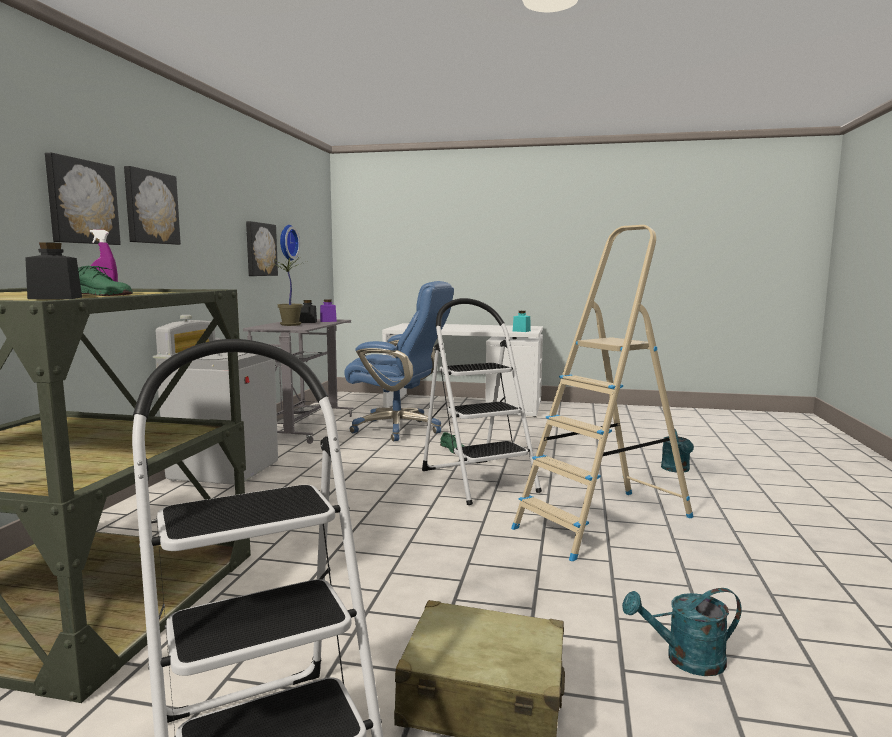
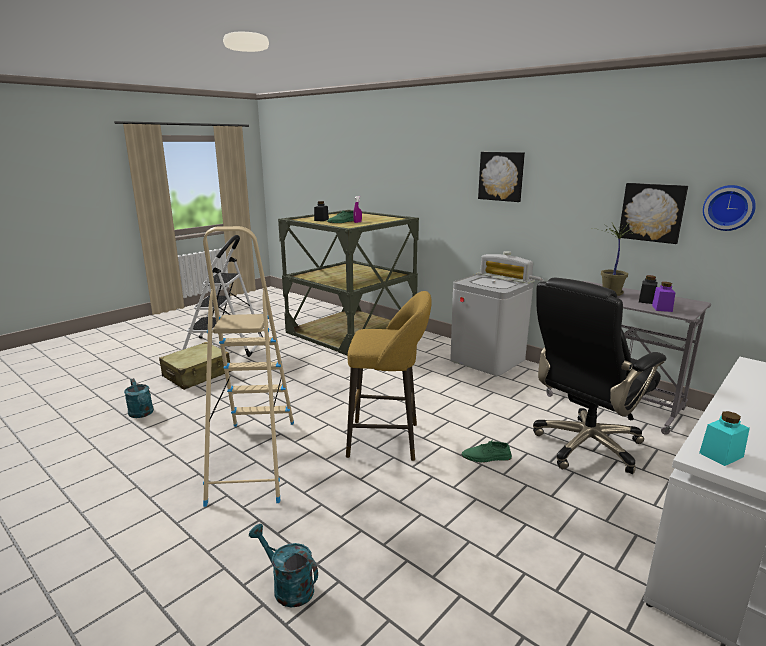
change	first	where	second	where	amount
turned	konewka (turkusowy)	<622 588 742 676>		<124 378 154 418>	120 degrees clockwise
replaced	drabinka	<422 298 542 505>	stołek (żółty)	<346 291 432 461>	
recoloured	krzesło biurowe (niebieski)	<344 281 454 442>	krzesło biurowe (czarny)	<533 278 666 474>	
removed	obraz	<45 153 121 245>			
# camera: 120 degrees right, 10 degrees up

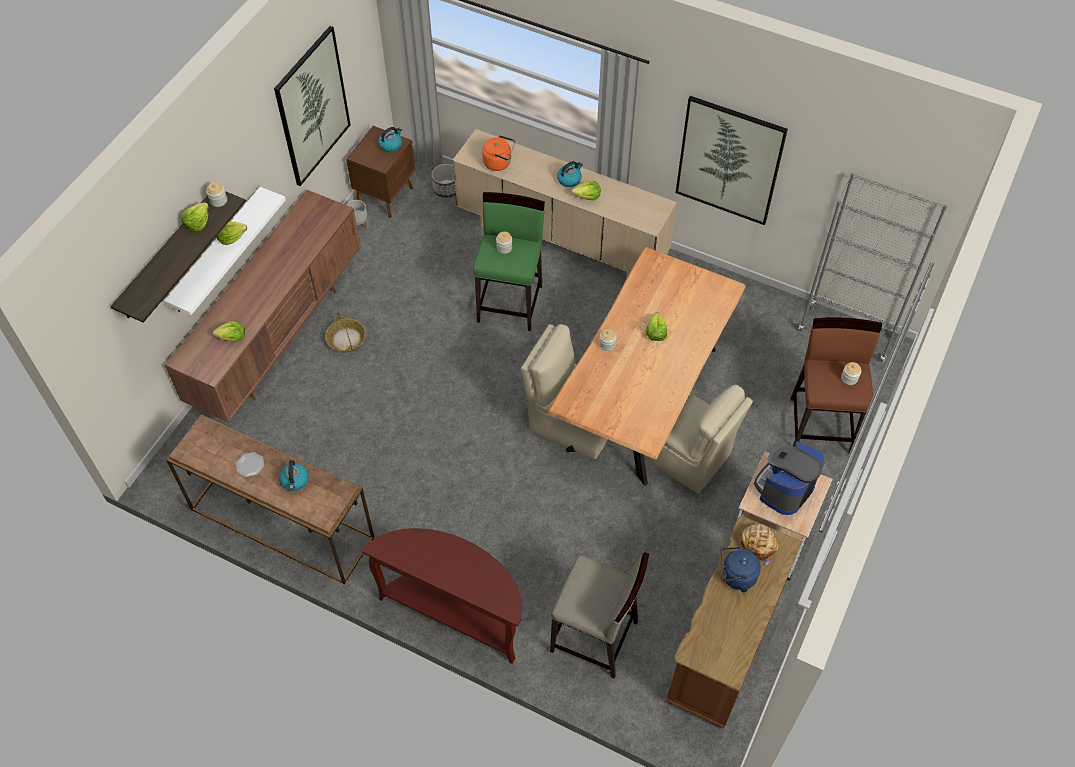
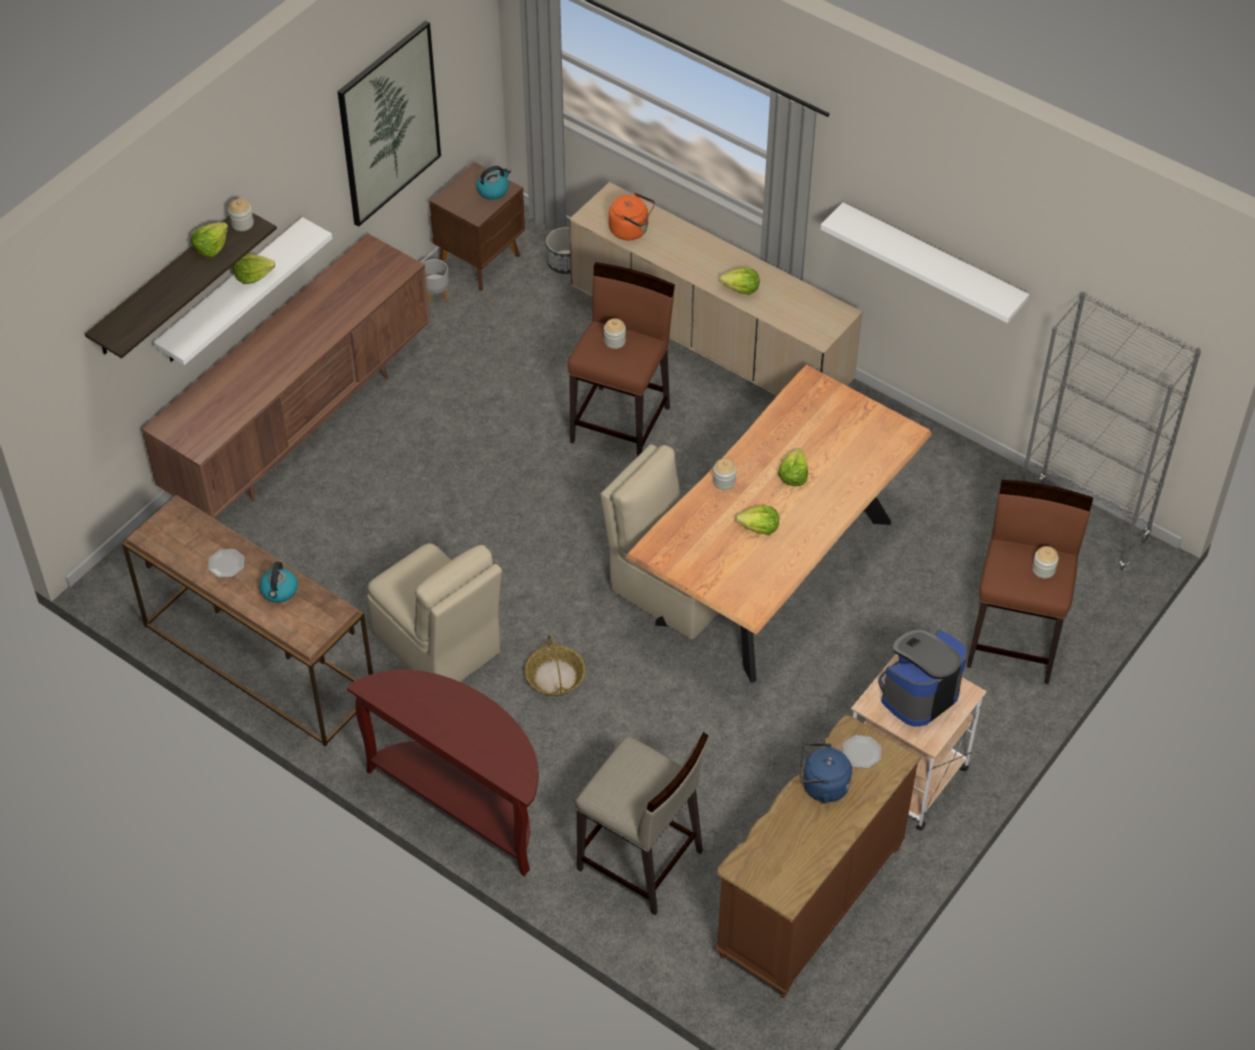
change	first	where	second	where	amount
moved	krzesło (beżowy)	<644 385 753 494>		<367 543 502 682>	
moved	koszyk	<325 312 366 352>		<525 635 585 696>	
recoloured	stołek (zielony)	<473 192 545 331>	stołek (brązowy)	<568 262 675 457>	
moved	sałata	<213 321 245 342>		<736 506 779 535>	
replaced	obraz	<676 96 788 225>	półka (biały)	<821 202 1029 323>	
replaced	chleb	<740 524 779 565>	talerz	<843 735 881 769>	
removed	czajnik	<557 161 583 187>			
# camera: 10 degrees right, 5 degrees down

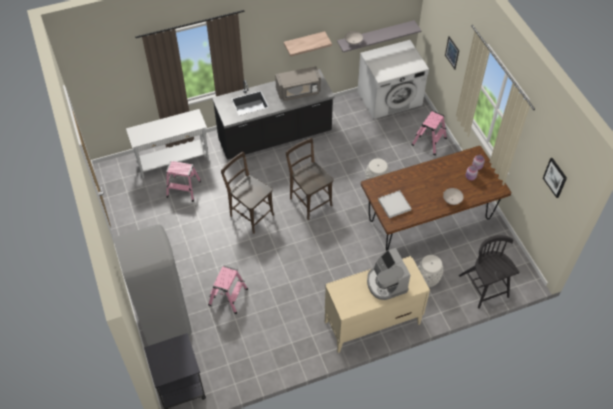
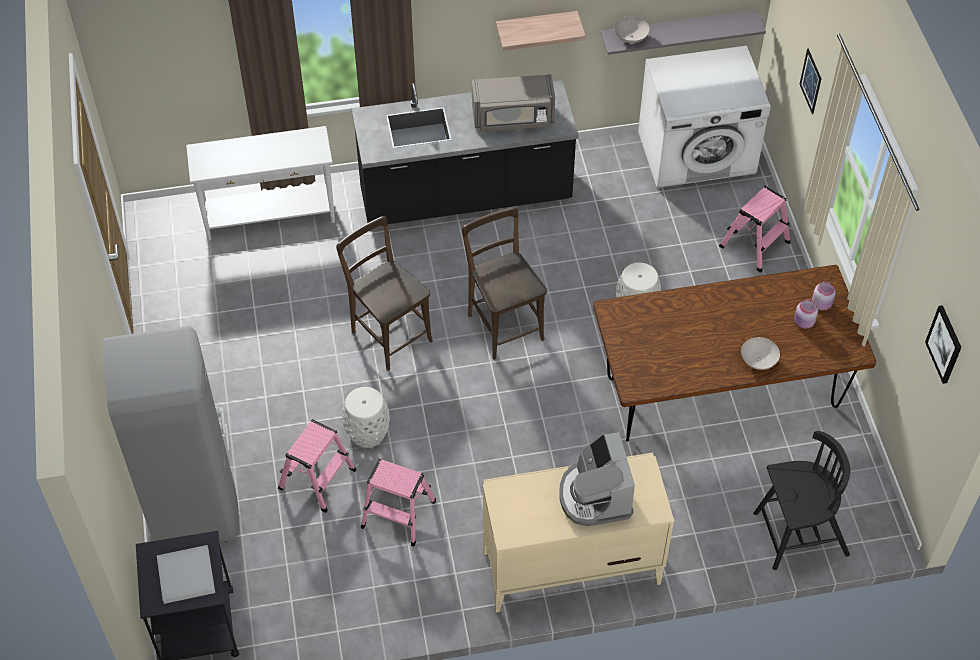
change	first	where	second	where	amount
moved	taca (biały)	<378 190 411 218>		<157 545 215 604>	
moved	stołek (biały)	<418 255 443 287>		<342 387 390 448>	
moved	drabinka (różowy)	<166 161 201 202>		<361 458 436 547>	
turned	krzesło (czarny)	<459 235 519 309>		<753 431 850 570>	90 degrees clockwise
# camera: 10 degrees right, 0 degrees up

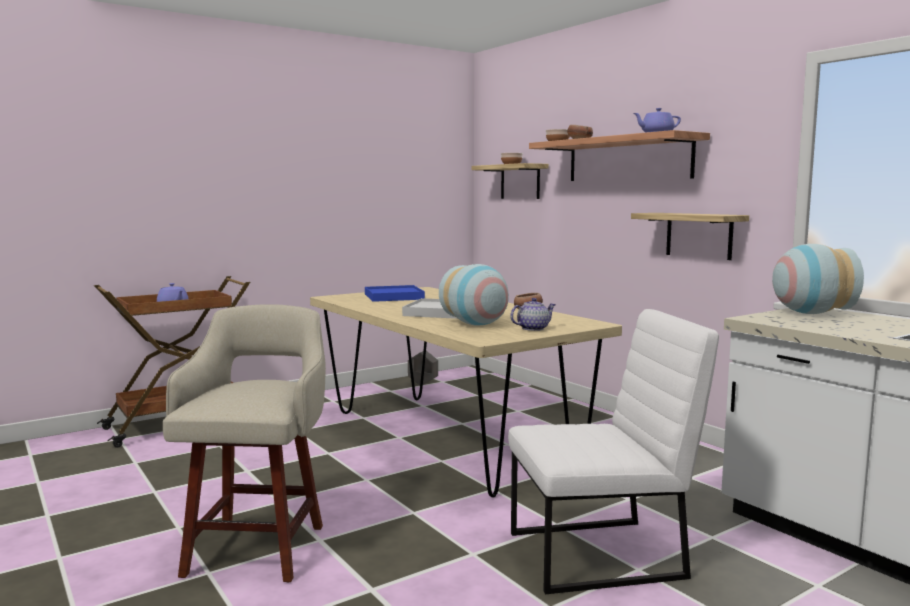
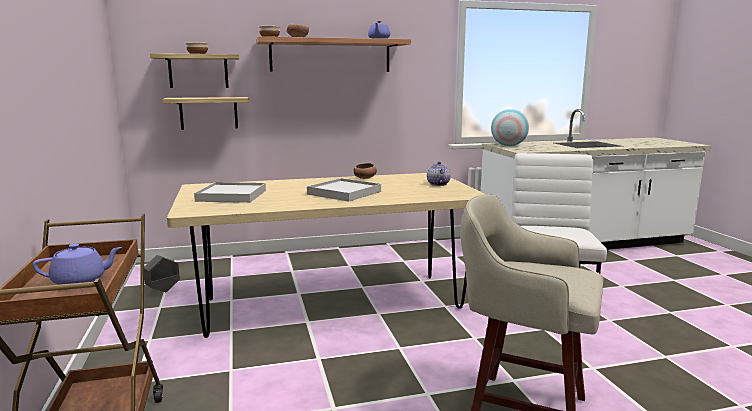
change	first	where	second	where	amount
moved	półka	<631 213 749 260>		<162 97 249 130>	
recoloured	taca (niebieski)	<365 285 425 302>	taca (biały)	<194 182 266 203>	
removed	wazon	<439 264 509 326>			
# camera: 70 degrees left, 5 degrees up

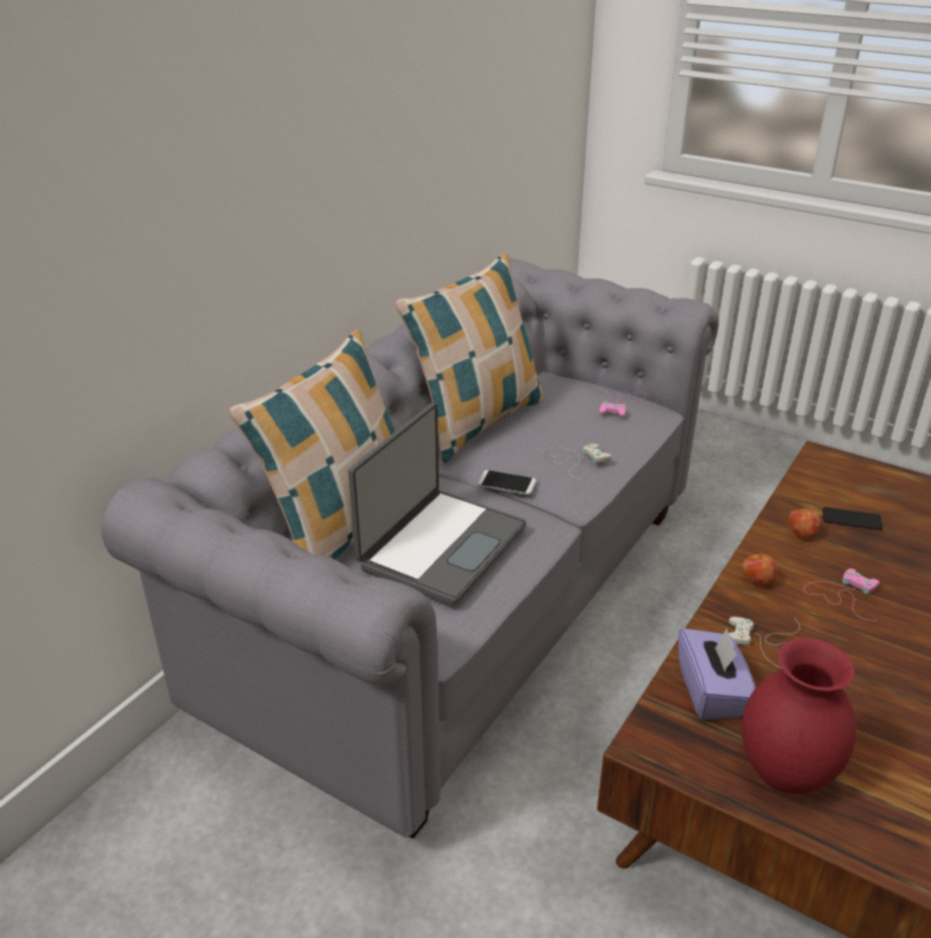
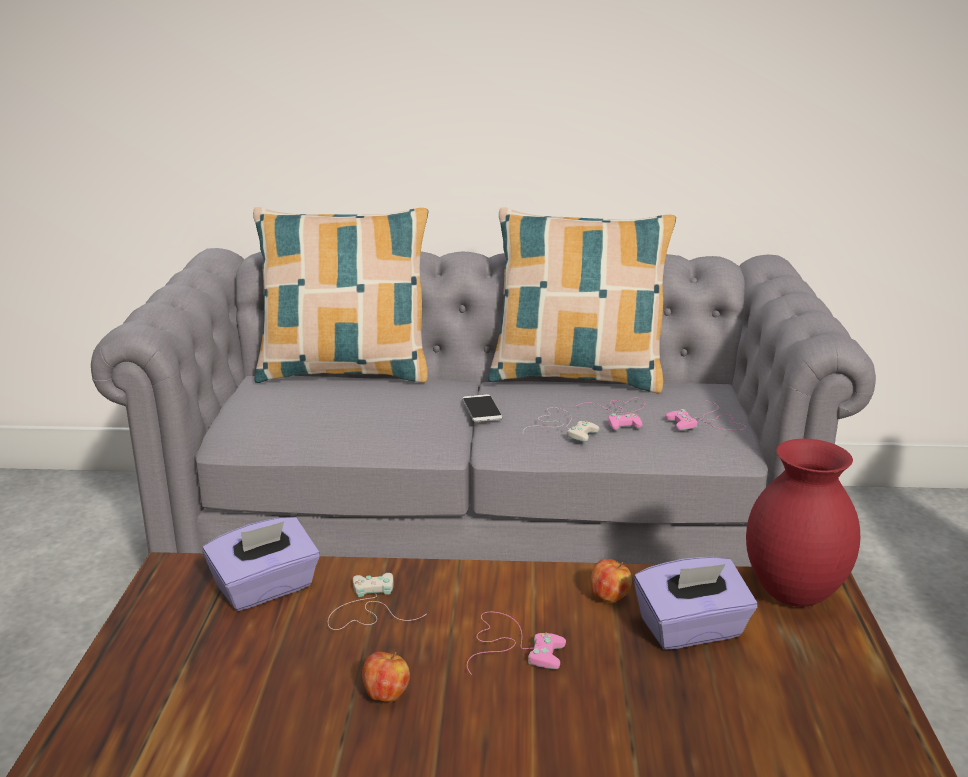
change	first	where	second	where	amount
moved	jabłko	<742 551 777 586>		<362 652 410 702>	
added			pad do gier (różowy)	<577 398 645 430>	
replaced	telefon	<823 507 883 530>	pudełko chusteczek (fioletowy)	<634 557 757 650>	
moved	wazon (czerwony)	<742 638 856 794>		<746 439 860 607>	
removed	laptop	<348 403 527 606>			
# camera: 60 degrees right, 10 degrees down

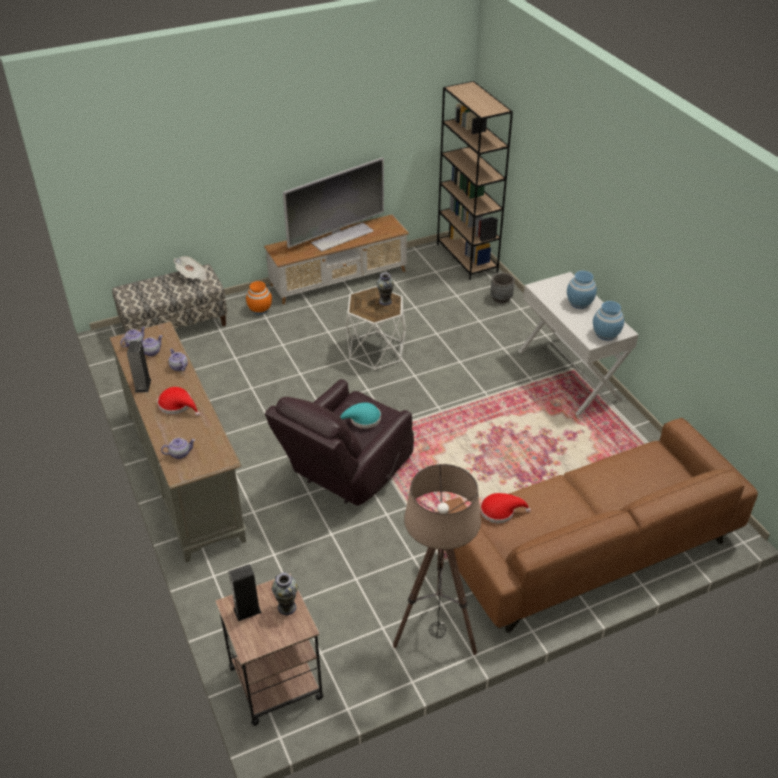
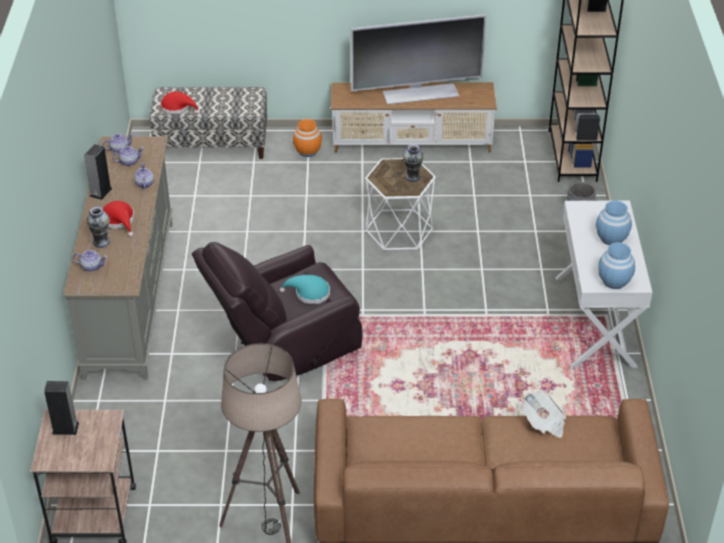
change	first	where	second	where	amount
moved	wazon	<272 573 298 615>		<87 206 110 248>	
moved	kapelusz (czerwony)	<480 493 531 524>		<160 91 200 115>	
moved	gazeta	<174 256 207 281>		<523 391 566 438>	
# camera: 25 degrees right, 0 degrees up

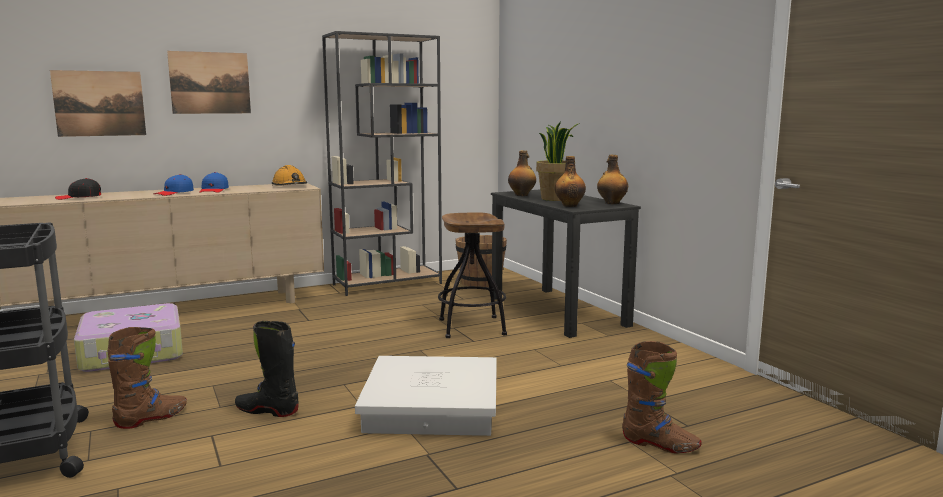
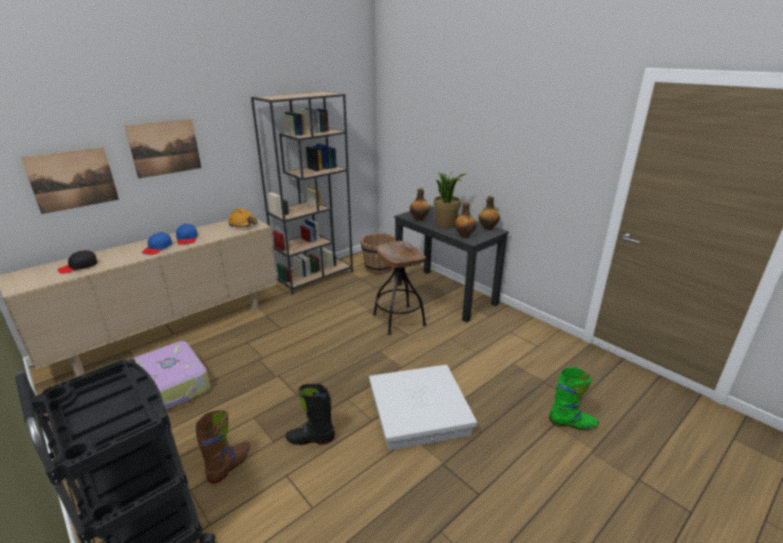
change	first	where	second	where	amount
recoloured	but z cholewką (brązowy)	<622 341 701 453>	but z cholewką (zielony)	<549 367 599 430>	
# camera: 15 degrees left, 15 degrees up

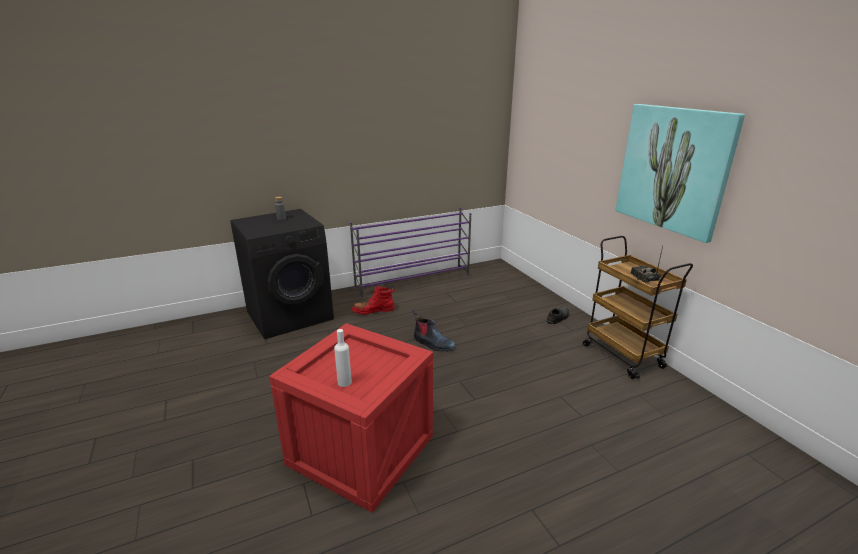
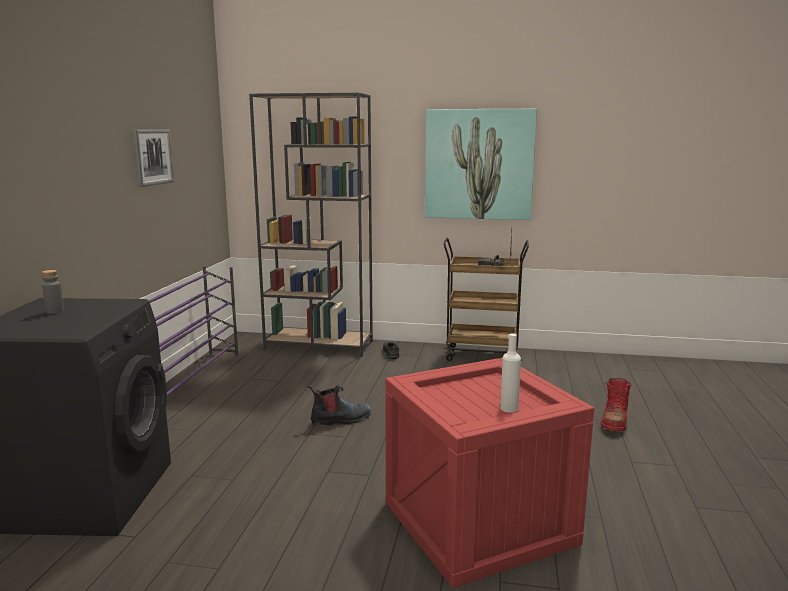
change	first	where	second	where	amount
added			obraz	<132 129 174 187>	
added			regał	<249 93 373 357>	
moved	but z cholewką (czerwony)	<352 284 395 315>		<600 378 632 431>	
# camera: 55 degrees left, 10 degrees down

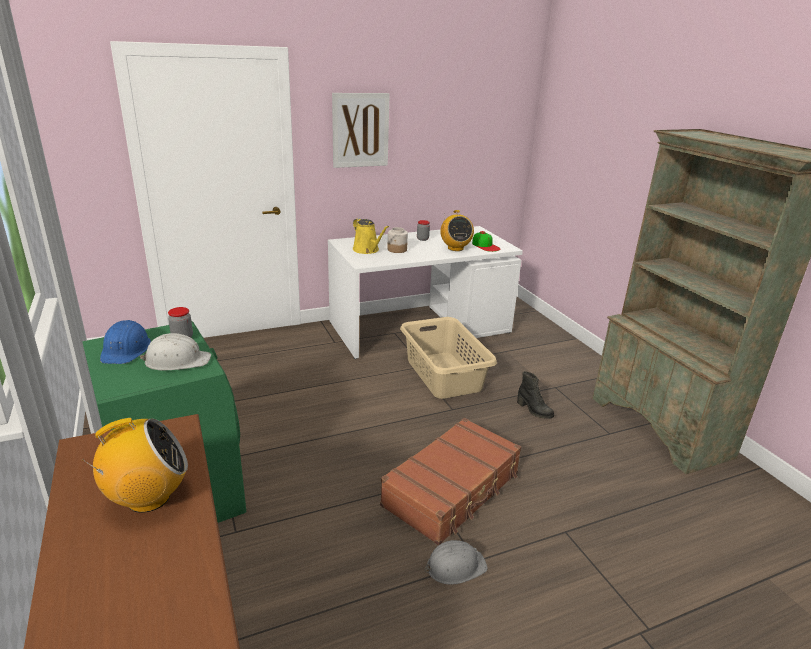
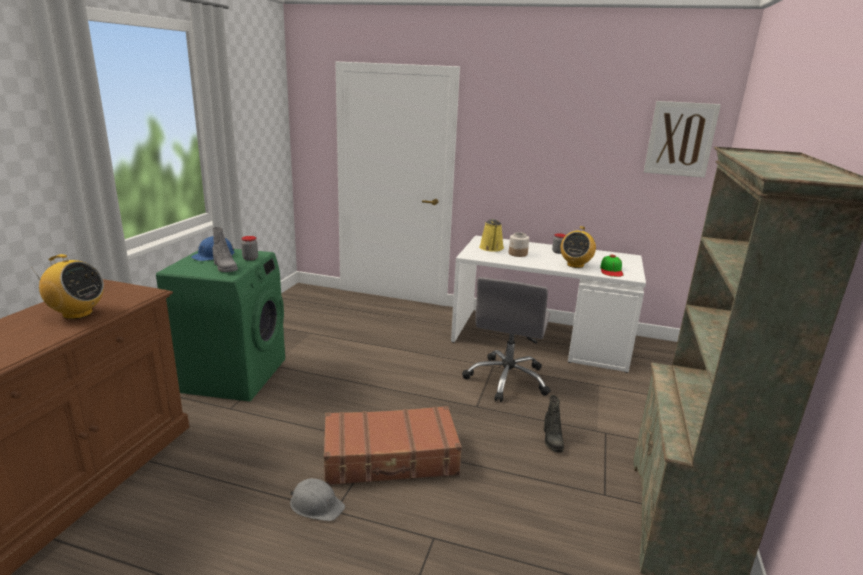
change	first	where	second	where	amount
replaced	kask (biały)	<139 333 211 371>	but z cholewką (szary)	<212 227 238 272>	
replaced	kosz na pranie (beżowy)	<400 317 497 399>	krzesło biurowe (szary)	<462 277 551 402>	
moved	obraz	<332 93 390 168>		<644 101 721 178>	
# camera: 40 degrees right, 5 degrees down

